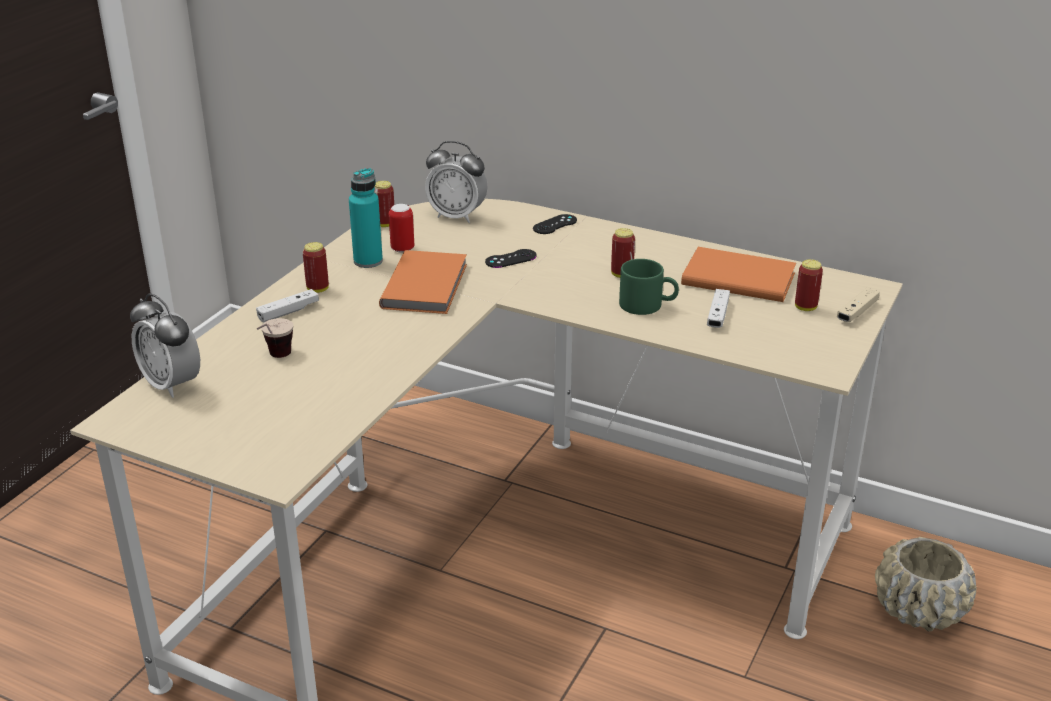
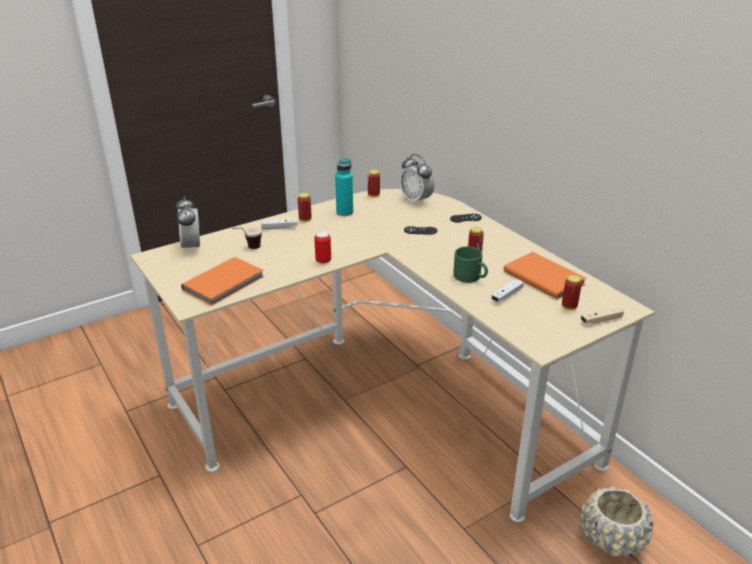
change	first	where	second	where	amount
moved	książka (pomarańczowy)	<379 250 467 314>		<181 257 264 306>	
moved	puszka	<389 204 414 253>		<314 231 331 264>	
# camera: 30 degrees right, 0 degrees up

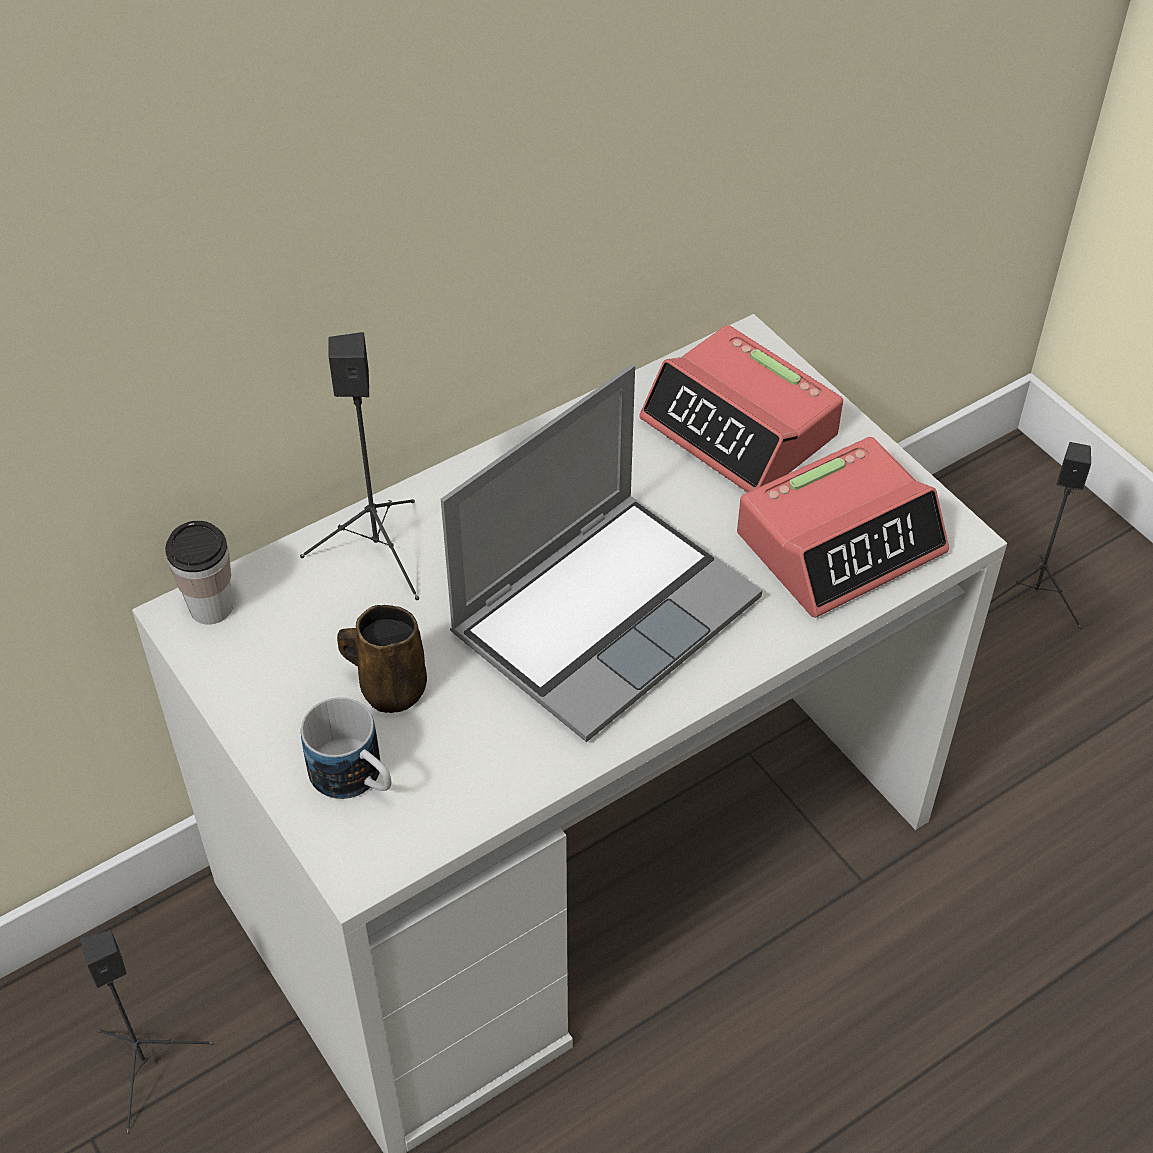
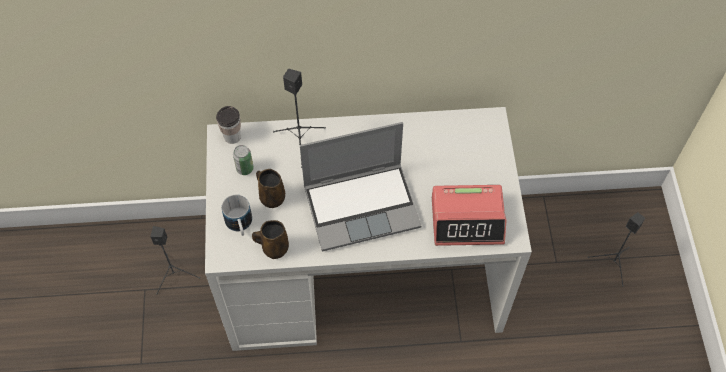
change	first	where	second	where	amount
added			puszka	<233 145 254 175>	
added			kubek (brązowy)	<252 220 289 259>	
removed	budzik	<640 325 843 492>			
# camera: 30 degrees right, 10 degrees up

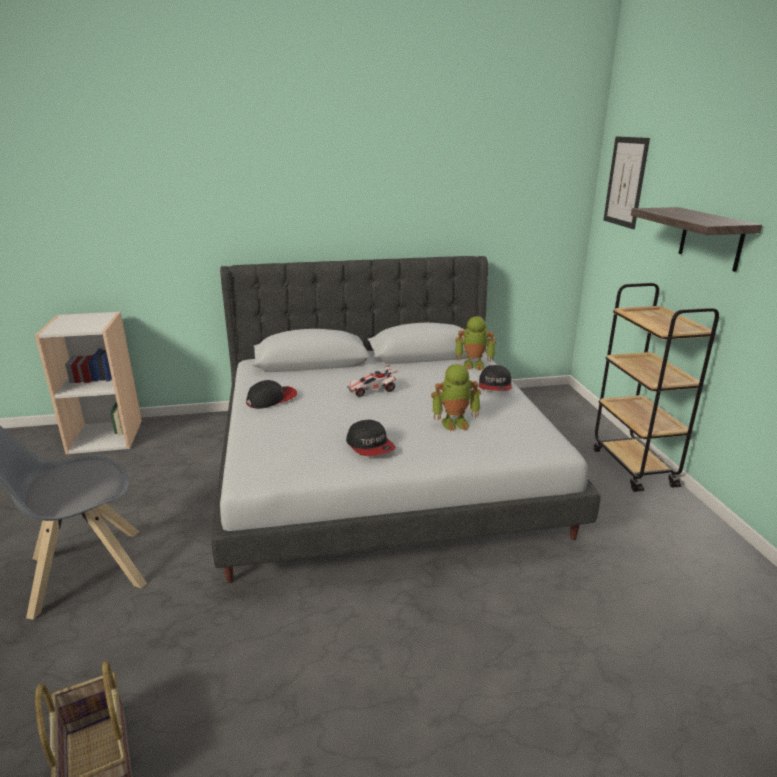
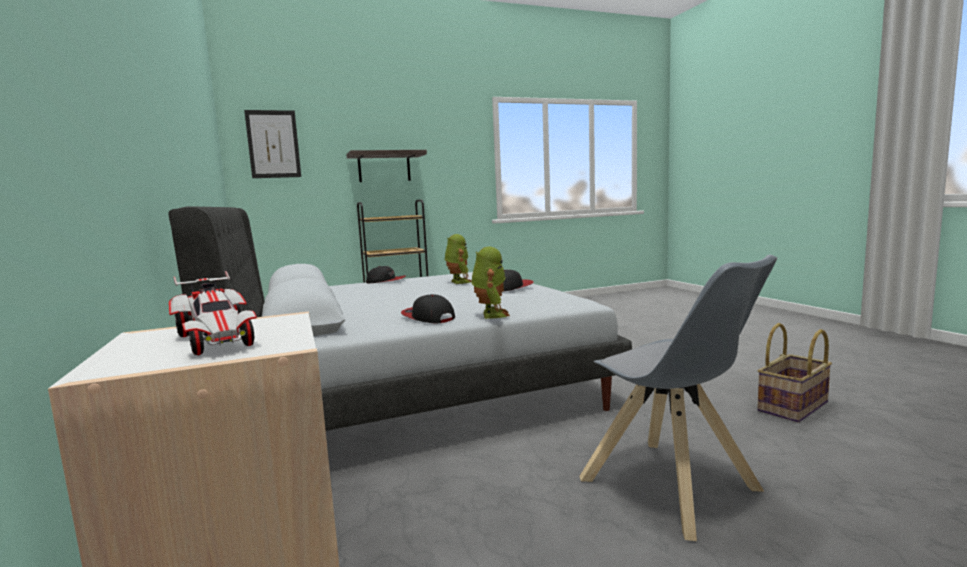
change	first	where	second	where	amount
moved	samochodzik	<347 364 398 397>		<169 271 257 355>	
moved	robot zabawkowy	<455 316 496 371>		<471 247 510 319>	
# camera: 100 degrees left, 15 degrees down

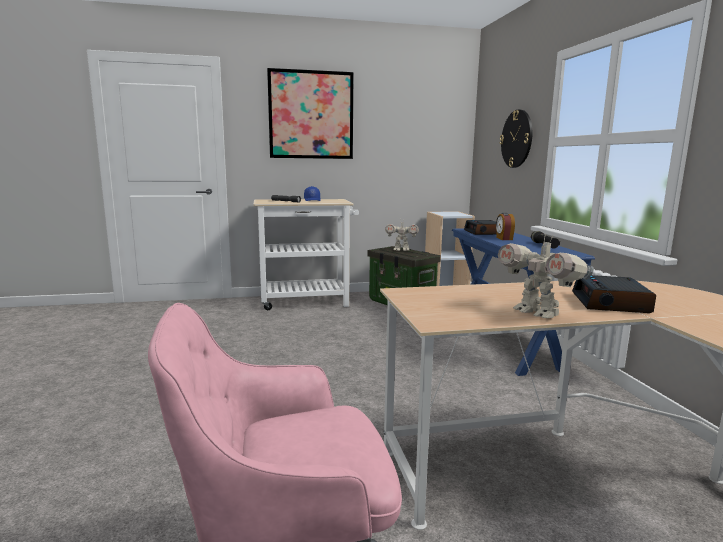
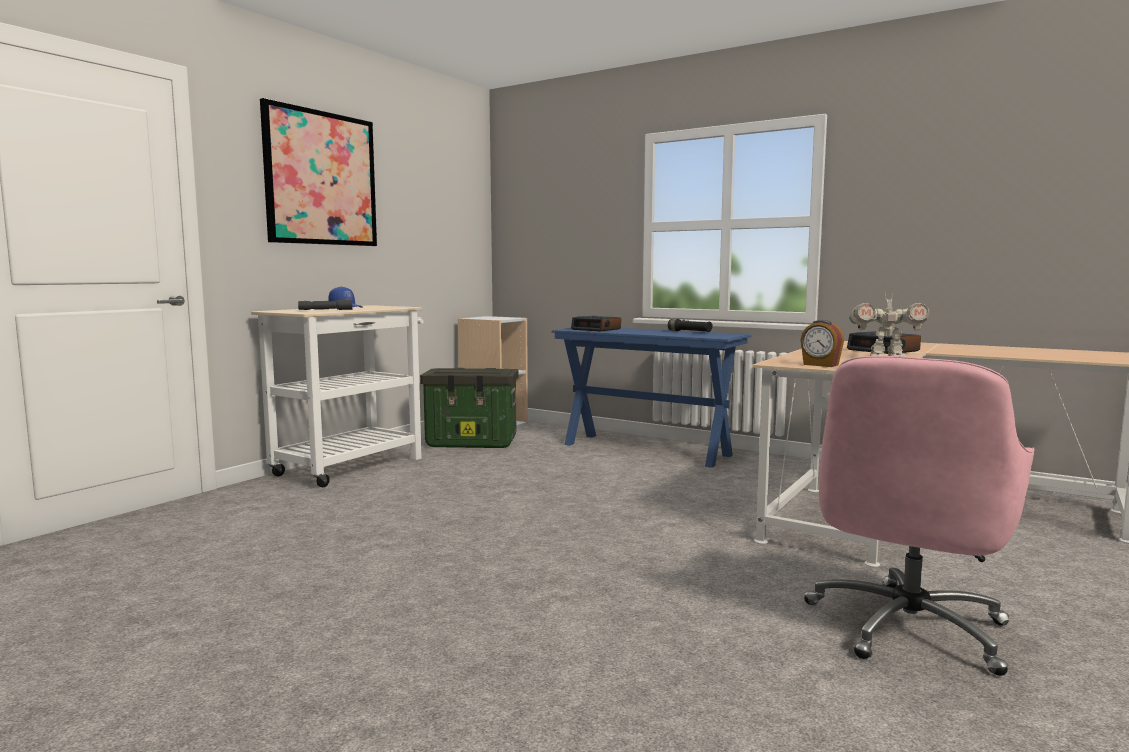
change	first	where	second	where	amount
moved	budzik	<496 213 515 240>		<801 320 844 367>	
removed	robot zabawkowy	<385 221 419 251>			
removed	zegar ścienny	<500 110 532 168>			
# camera: 45 degrees left, 5 degrees down

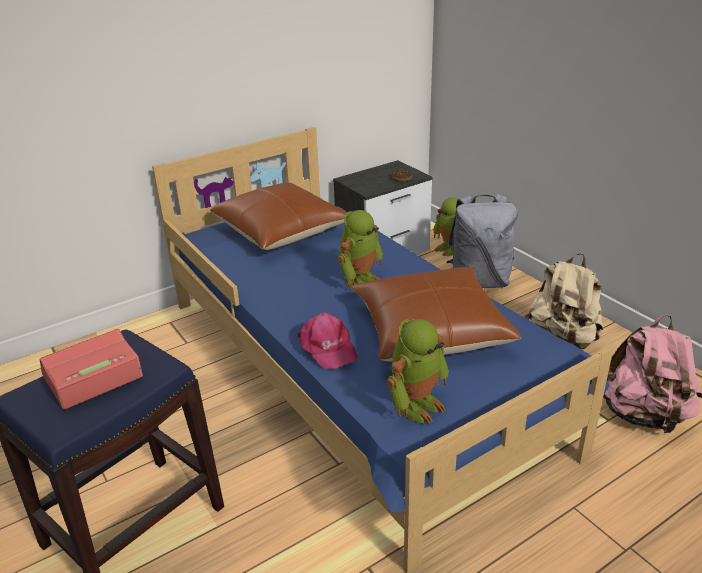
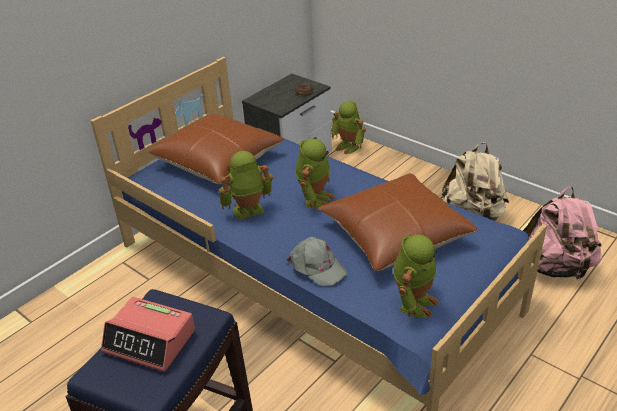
change	first	where	second	where	amount
turned	budzik	<40 329 143 409>		<101 297 195 372>	105 degrees counterclockwise
added			robot zabawkowy	<219 151 273 220>	
recoloured	czapka z daszkiem (różowy)	<297 312 358 369>	czapka z daszkiem (szary)	<287 237 347 286>	
removed	plecak (szary)	<447 194 518 288>			
# camera: 15 degrees left, 5 degrees up

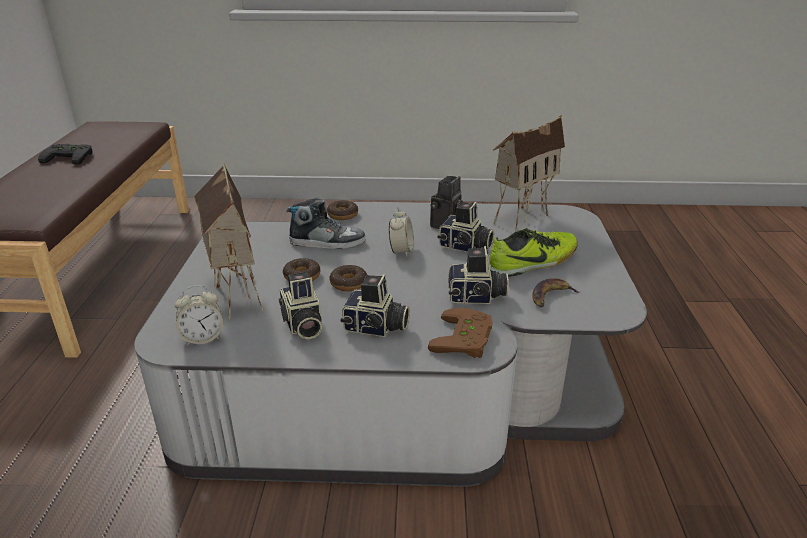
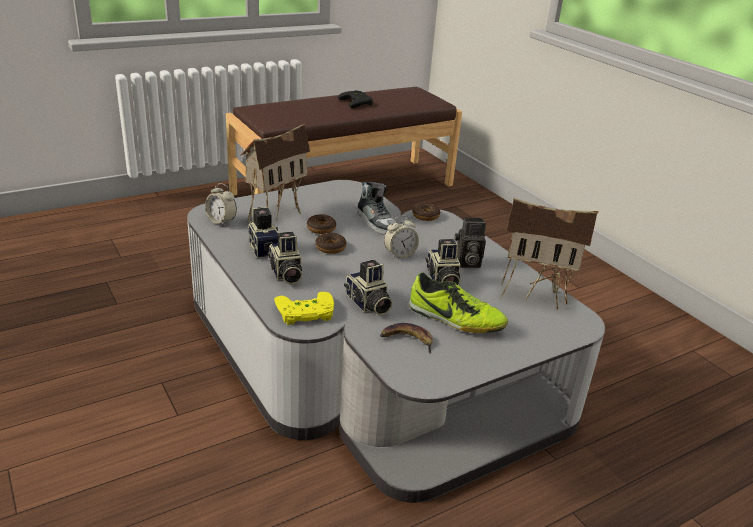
change	first	where	second	where	amount
turned	aparat fotograficzny	<279 272 322 339>		<248 207 279 258>	120 degrees clockwise
recoloured	pad do gier (brązowy)	<428 308 493 358>	pad do gier (żółty)	<274 292 334 325>	
# camera: 55 degrees right, 0 degrees up

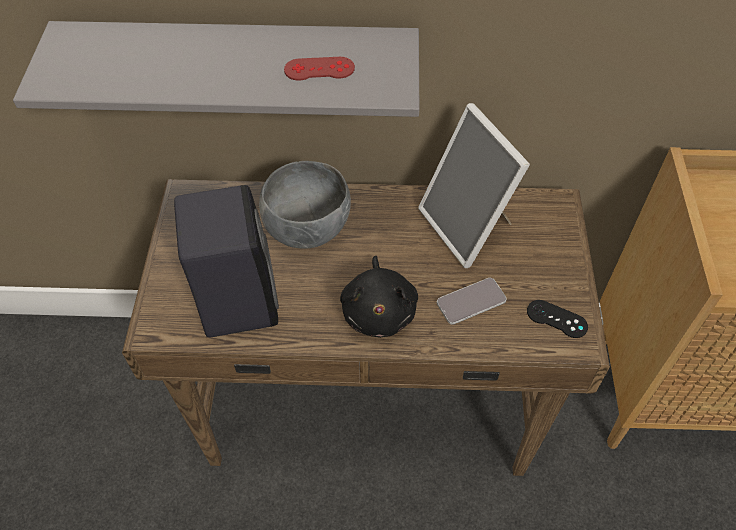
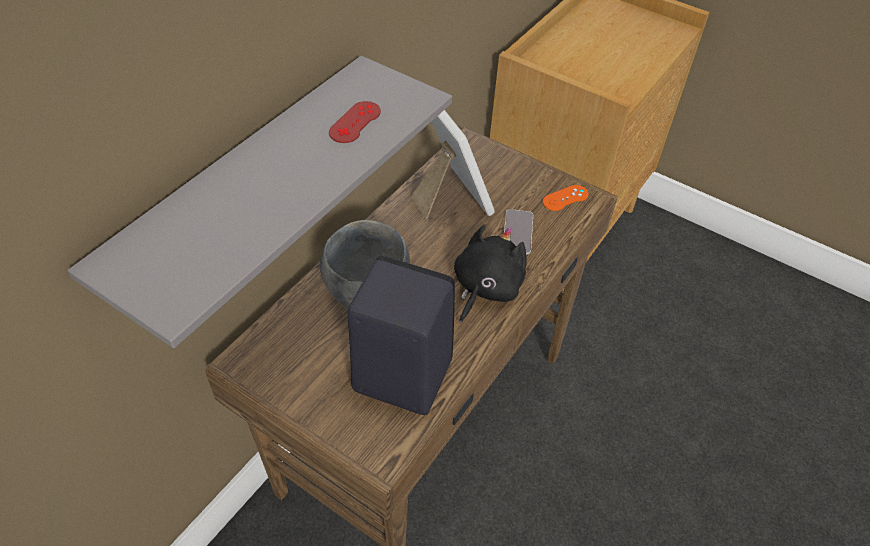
change	first	where	second	where	amount
turned	ramka na zdjęcie	<418 103 530 268>		<410 110 495 220>	120 degrees counterclockwise
turned	pluszak (czarny)	<340 256 418 338>		<454 225 527 323>	90 degrees counterclockwise
recoloured	pad do gier (czarny)	<527 300 588 338>	pad do gier (pomarańczowy)	<543 185 588 211>	
# camera: 60 degrees left, 5 degrees down

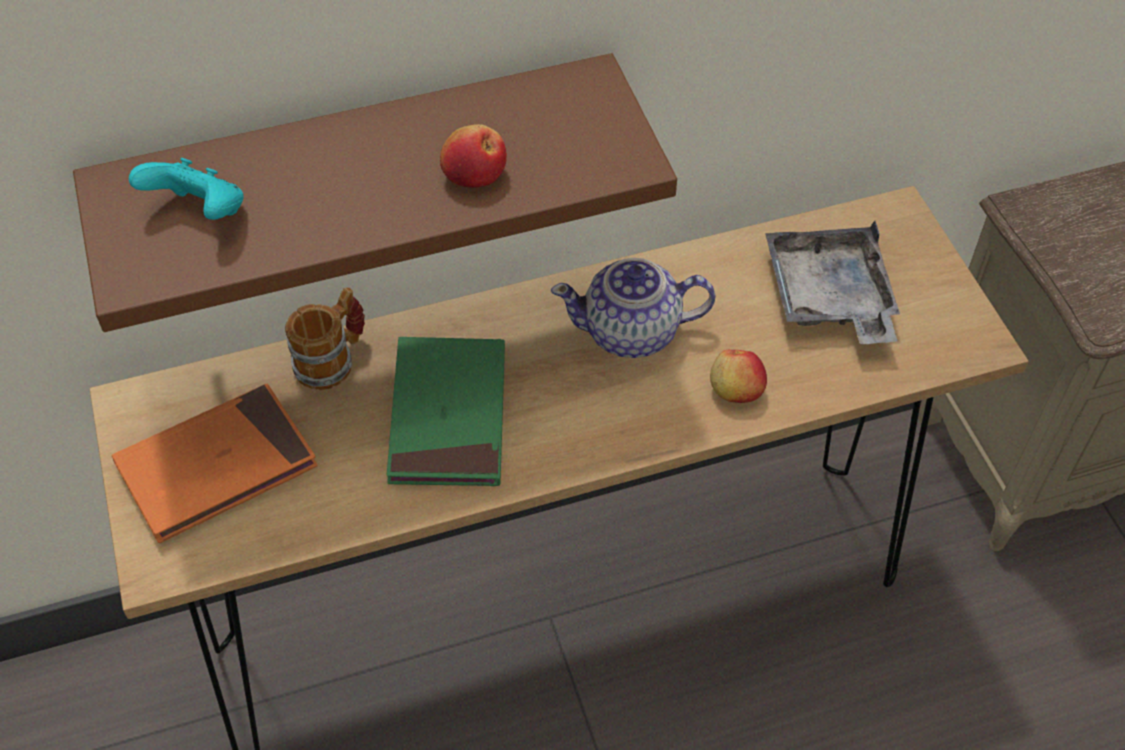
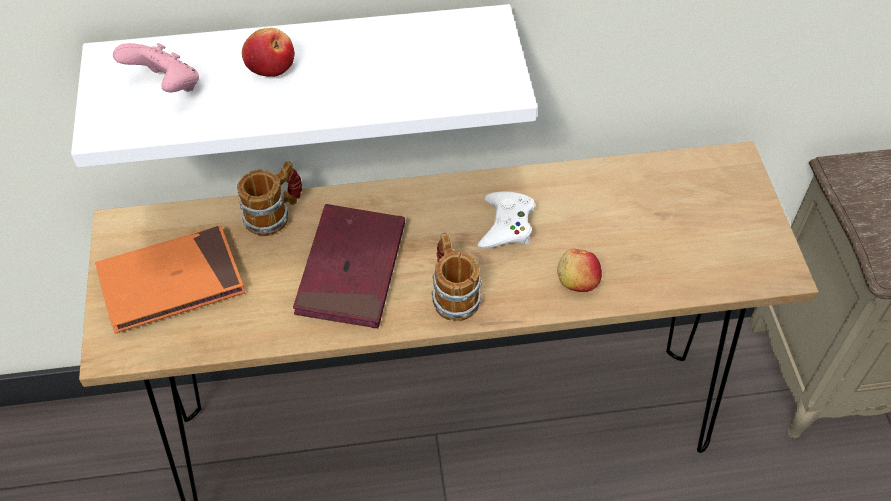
change	first	where	second	where	amount
recoloured	półka (brązowy)	<73 53 677 332>	półka (biały)	<71 4 537 167>	
recoloured	pad do gier (turkusowy)	<129 158 244 220>	pad do gier (różowy)	<113 43 199 92>	
moved	jabłko	<440 124 507 188>		<242 28 295 77>	
recoloured	książka (zielony)	<387 337 505 486>	książka (czerwony)	<293 204 405 328>	
added			kubek	<431 232 482 321>	
replaced	imbryk	<551 258 716 358>	pad do gier (biały)	<478 191 535 248>	
removed	taca (szary)	<765 221 900 344>			
# camera: 10 degrees right, 0 degrees up

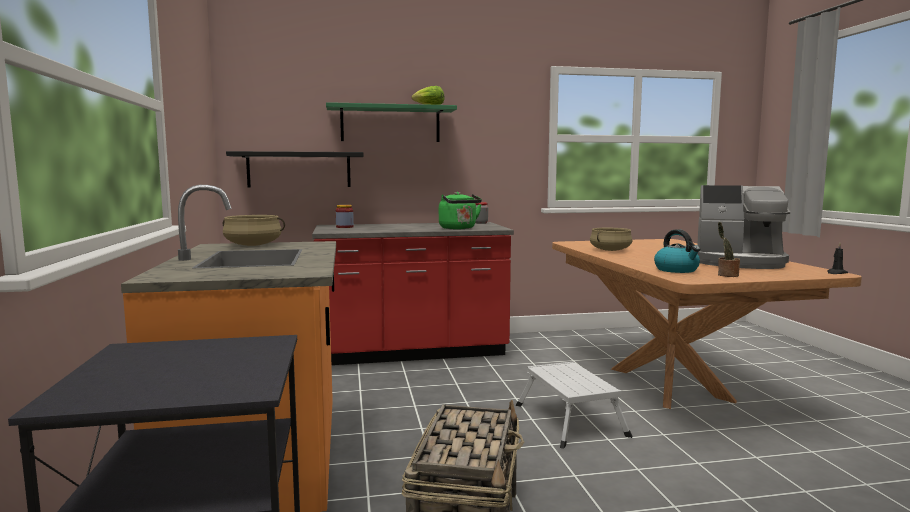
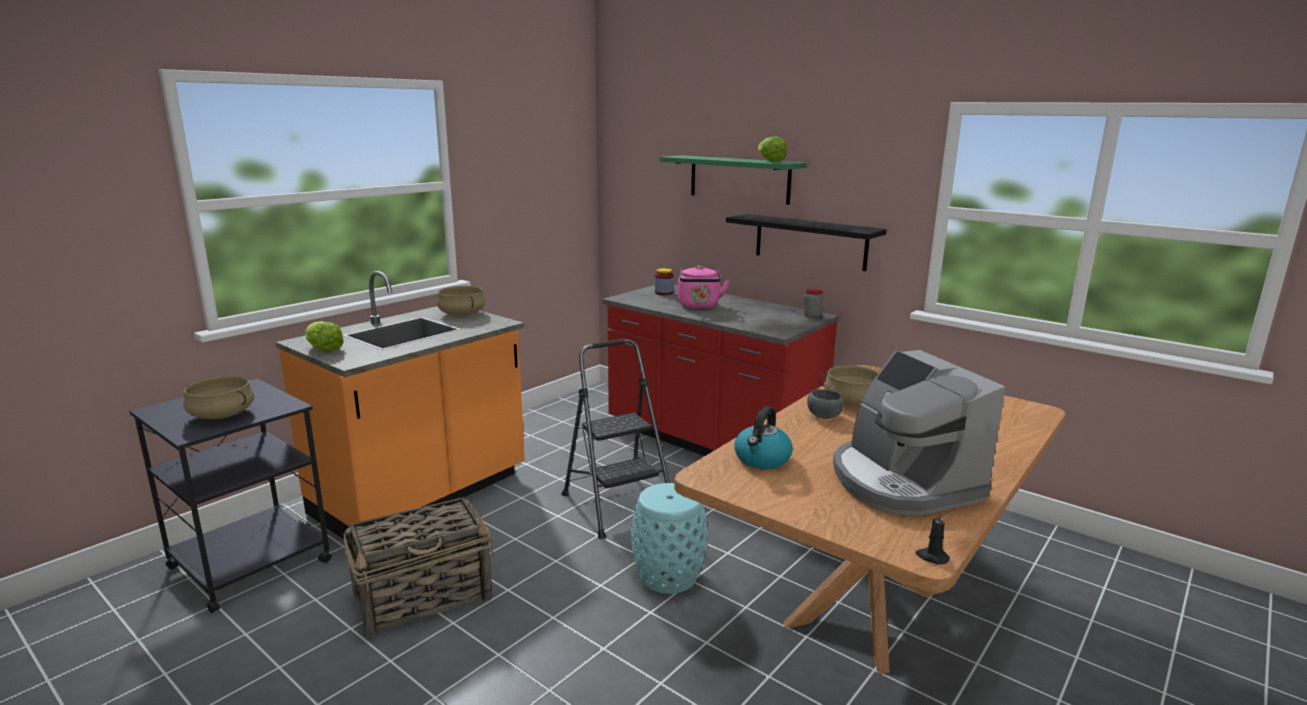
change	first	where	second	where	amount
added			garnek (beżowy)	<183 376 254 419>	
added			sałata	<305 321 344 352>	
added			drabinka (czarny)	<561 339 669 539>	
replaced	drabinka (biały)	<515 361 633 449>	stołek (turkusowy)	<631 483 708 594>	
added			czajnik (różowy)	<678 265 729 309>	
moved	półka (czarny)	<226 151 364 188>		<726 214 887 271>	
added			miska (szary)	<807 389 844 419>	
removed	czajnik (zielony)	<439 192 482 229>			
removed	roślina doniczkowa	<718 222 740 277>			
# camera: 50 degrees right, 10 degrees up

